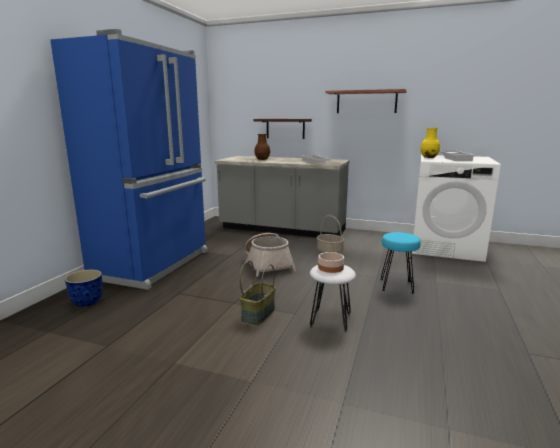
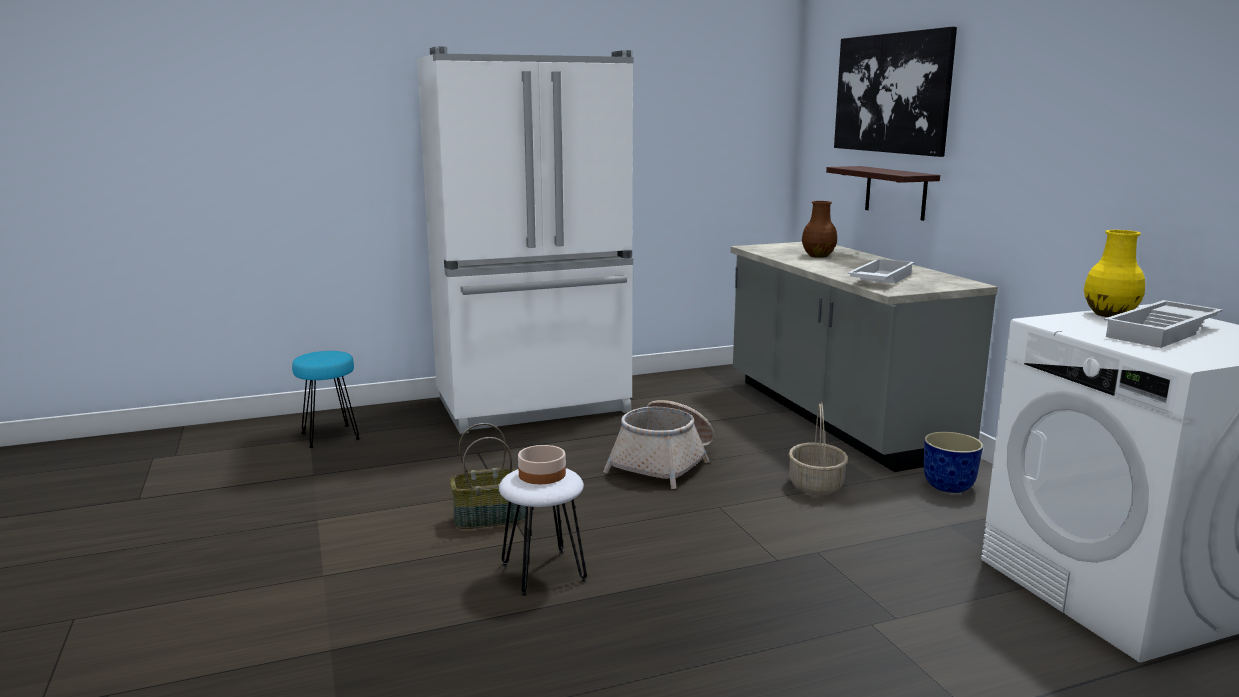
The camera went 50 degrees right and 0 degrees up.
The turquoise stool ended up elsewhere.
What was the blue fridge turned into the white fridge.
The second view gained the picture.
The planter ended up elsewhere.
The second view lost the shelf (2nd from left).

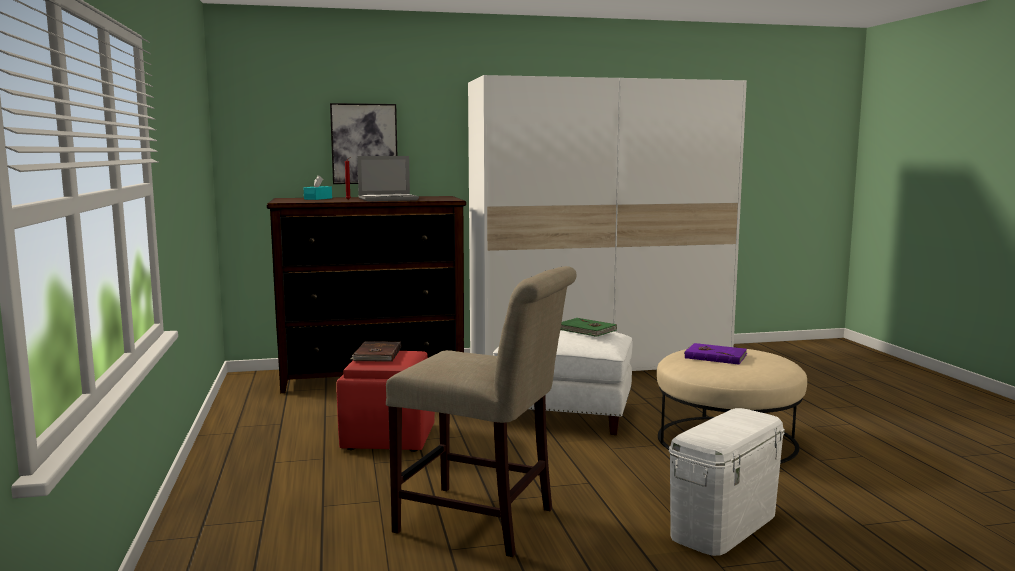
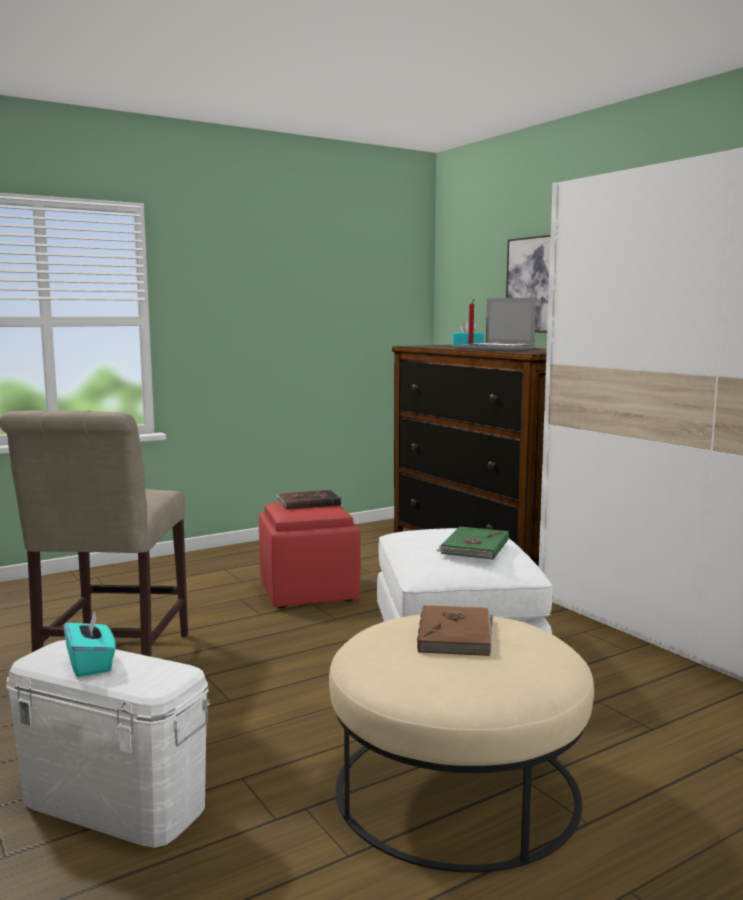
The camera went 70 degrees right and 0 degrees up.
The second view gained the turquoise tissue box (1st from left).
What was the purple book turned into the brown book (2nd from left).

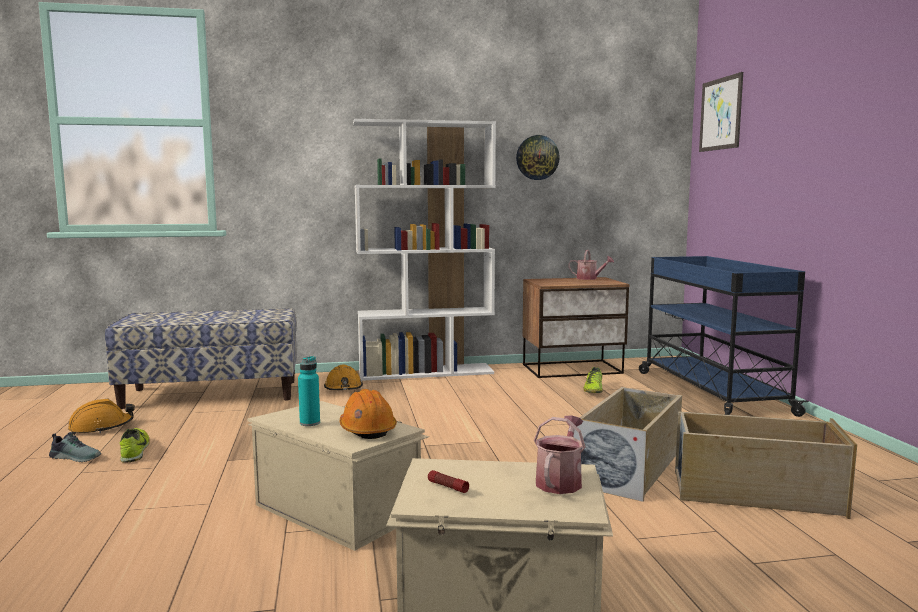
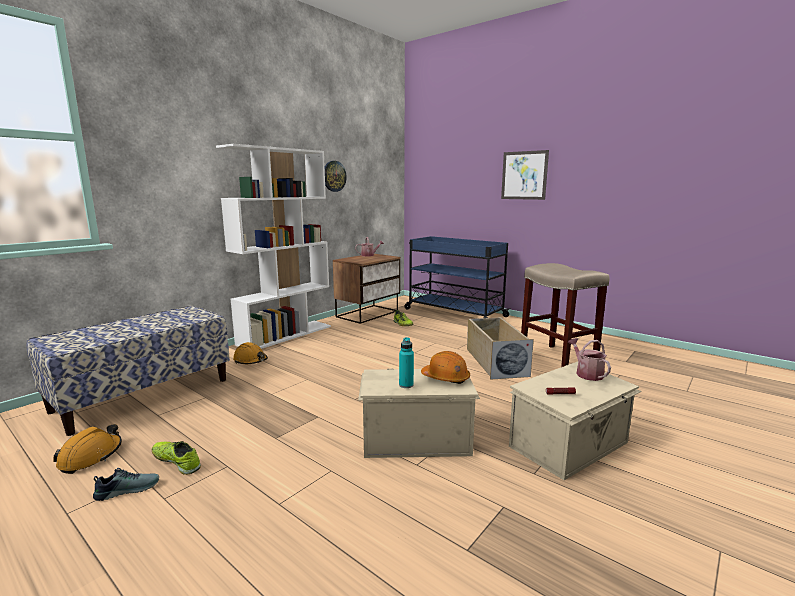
The camera went 40 degrees left and 5 degrees up.
The picture ended up elsewhere.
Where the beige storage box (4th from left) stood, the beige stool came to stand.

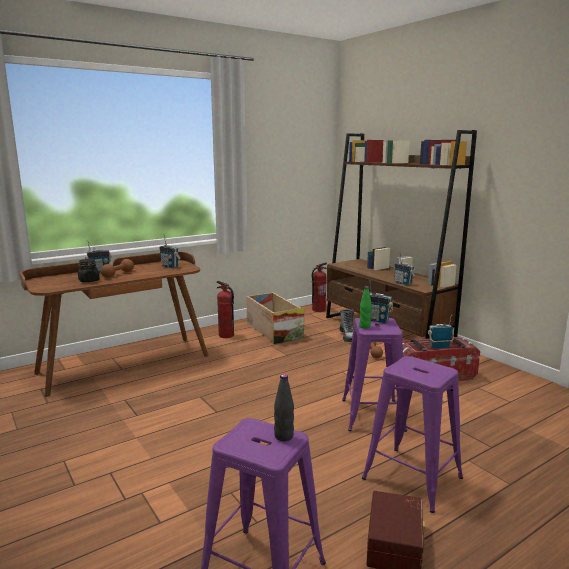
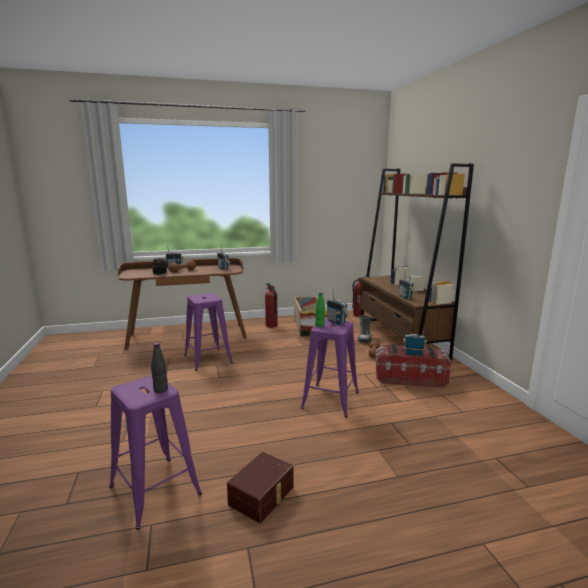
The camera went 20 degrees right and 0 degrees up.
The purple stool (3rd from left in the first image) ended up elsewhere.

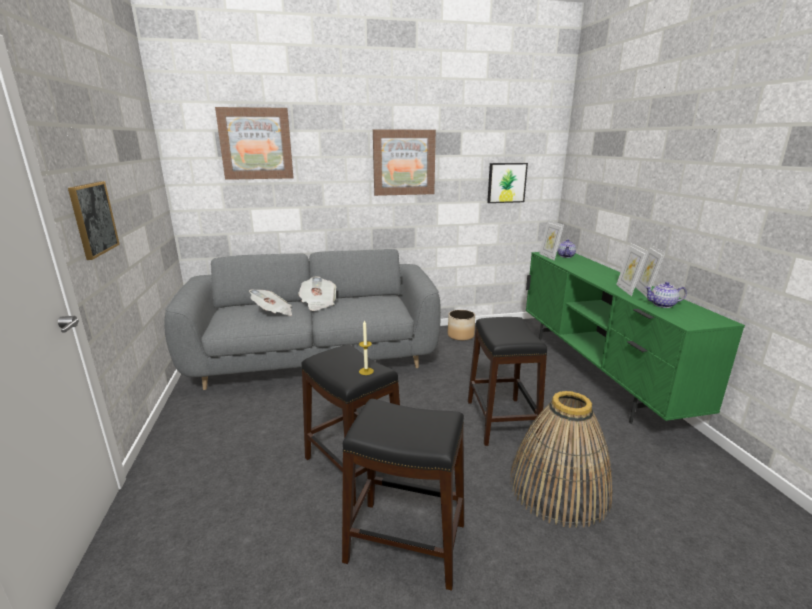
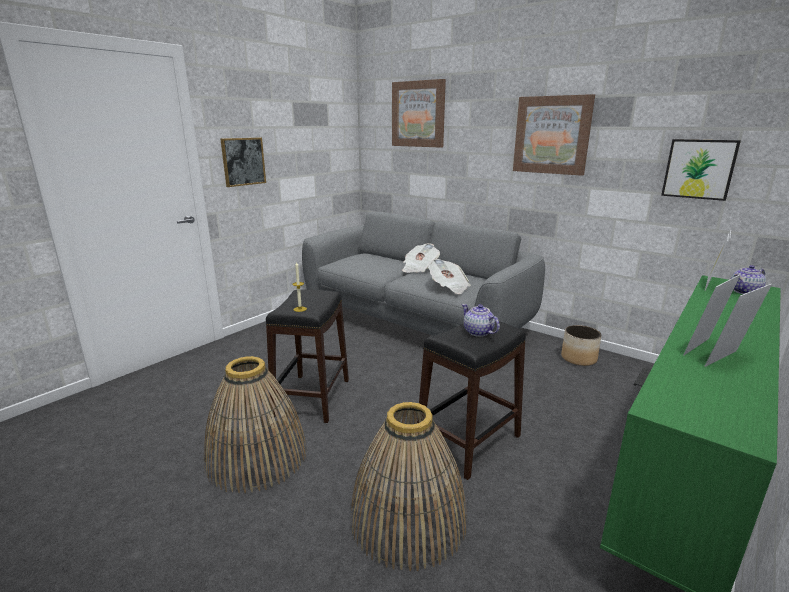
The camera went 50 degrees right and 0 degrees up.
Where the black stool (2nd from left) stood, the basket (1st from left) came to stand.
The newspaper (1st from left in the first image) ended up elsewhere.
The teapot (2nd from left in the first image) ended up elsewhere.

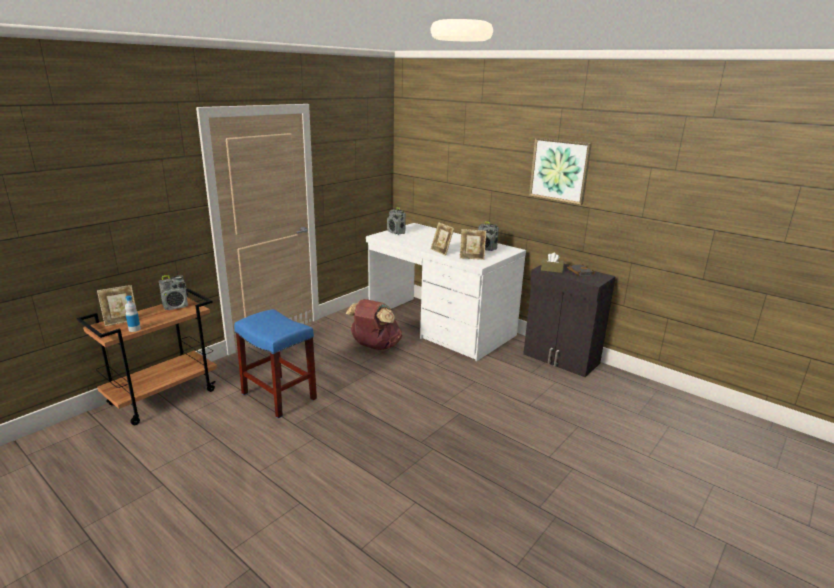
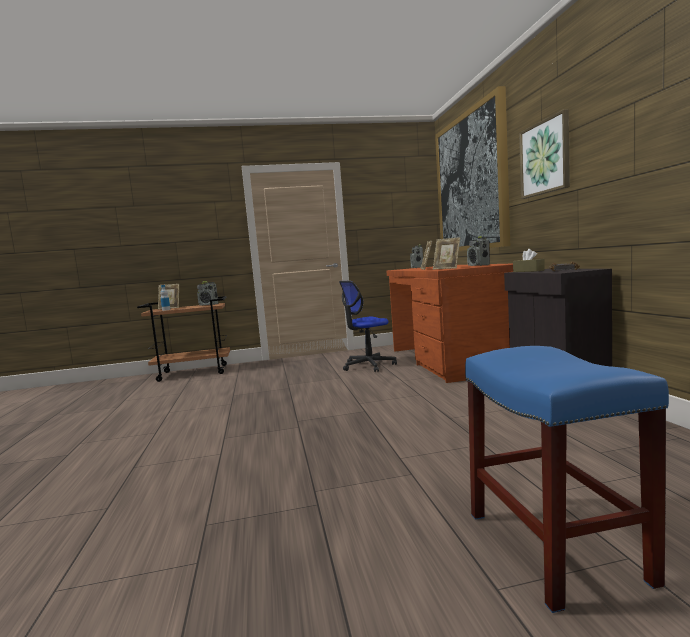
The camera went 40 degrees right and 15 degrees down.
Where the brown backpack stood, the office chair came to stand.
What was the white desk turned into the brown desk.
The second view gained the picture (1st from left).
The blue stool ended up elsewhere.

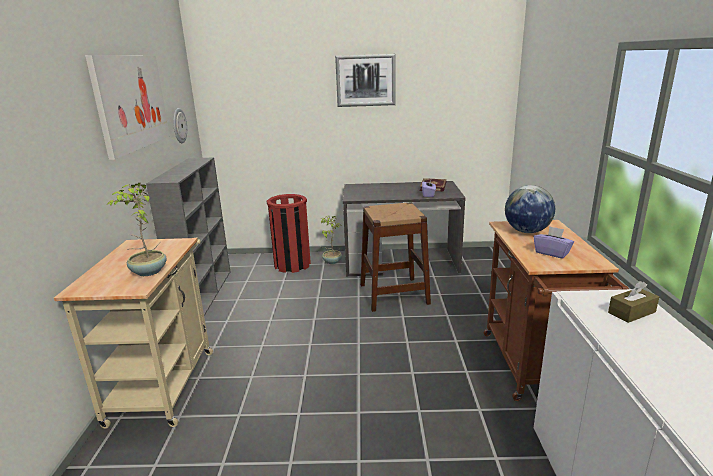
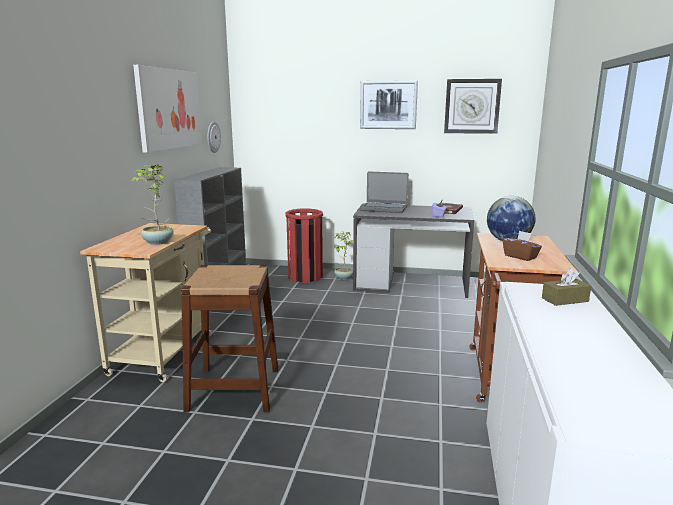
The camera went 10 degrees right and 5 degrees down.
The brown stool ended up elsewhere.
The second view gained the laptop.
The second view gained the wall clock (2nd from left).
What was the purple tissue box (2nd from left) turned into the brown tissue box (1st from left).

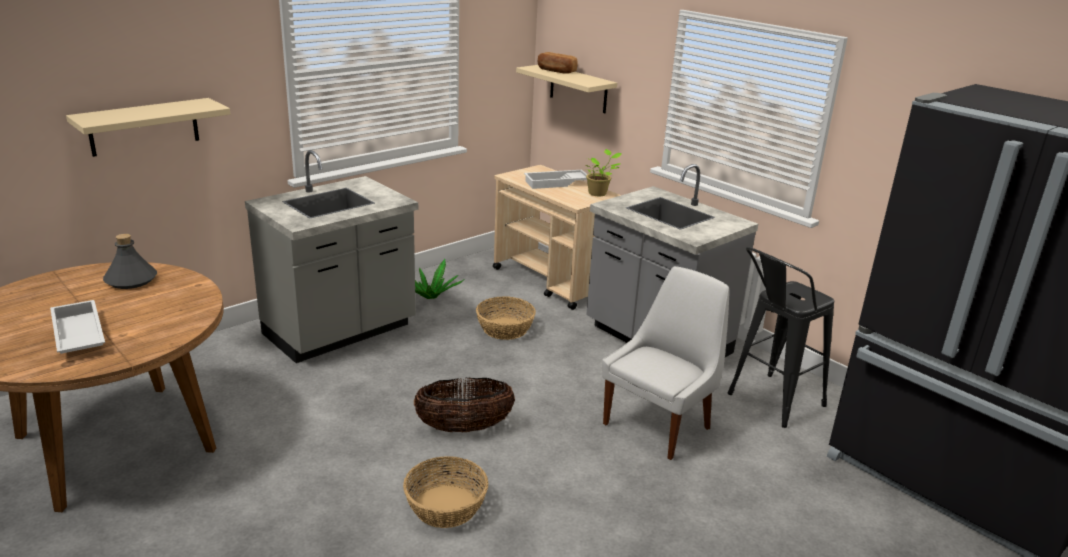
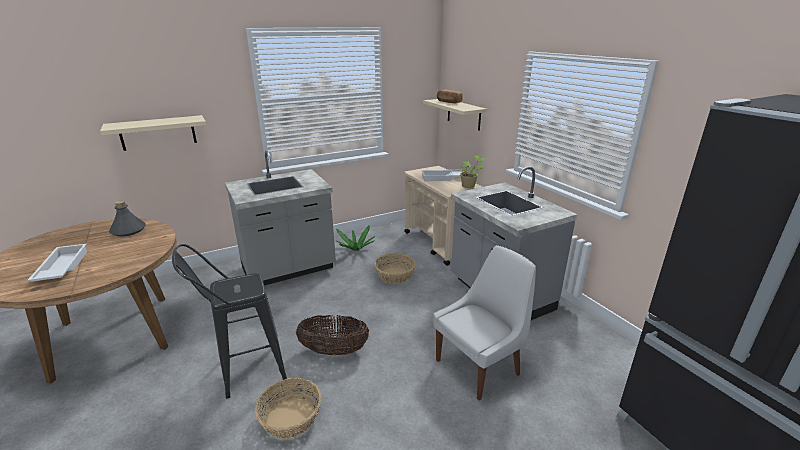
The camera went 15 degrees right and 0 degrees up.
The black stool ended up elsewhere.

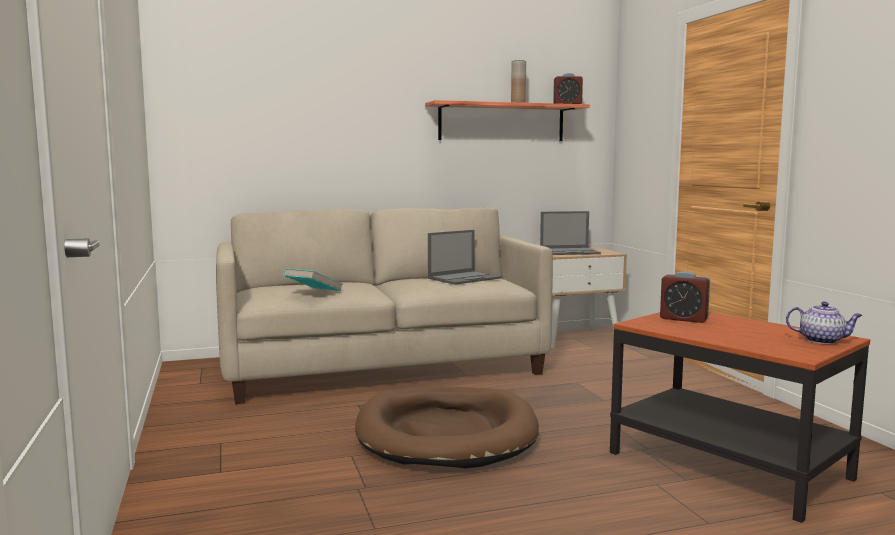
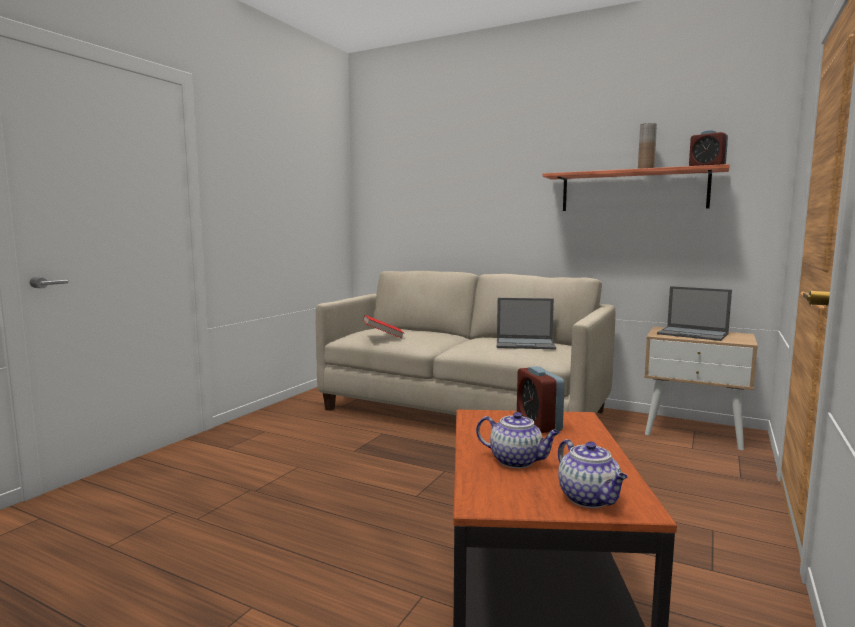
The camera went 45 degrees right and 0 degrees up.
What was the turquoise book turned into the red book.
The second view gained the teapot (1st from left).
The second view lost the brown dog bed.

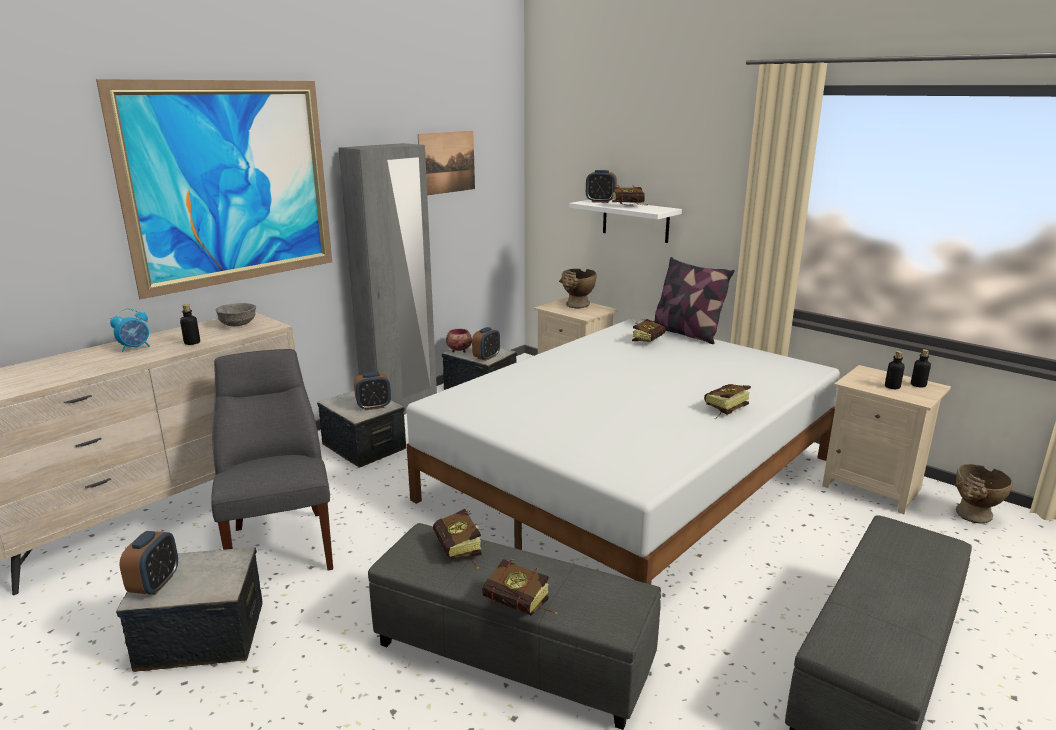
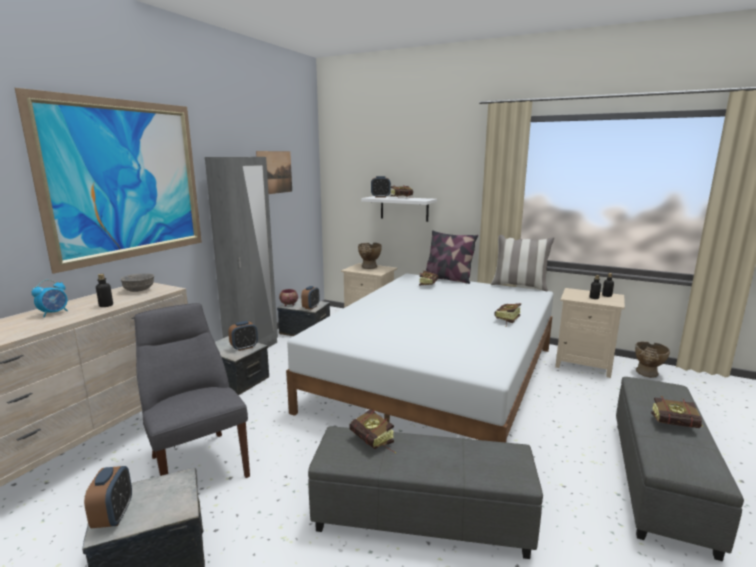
The camera went 15 degrees left and 5 degrees down.
The second view gained the pillow (2nd from left).
The book (2nd from left in the first image) ended up elsewhere.

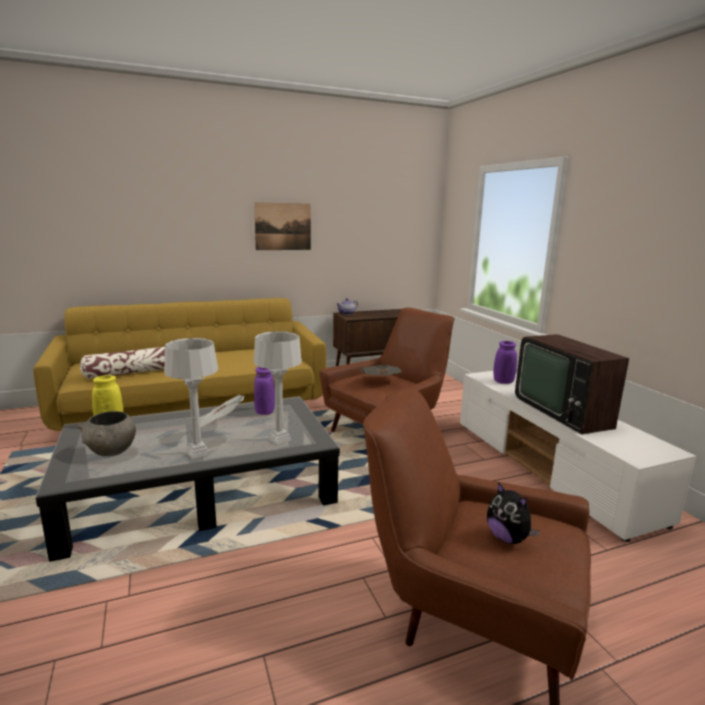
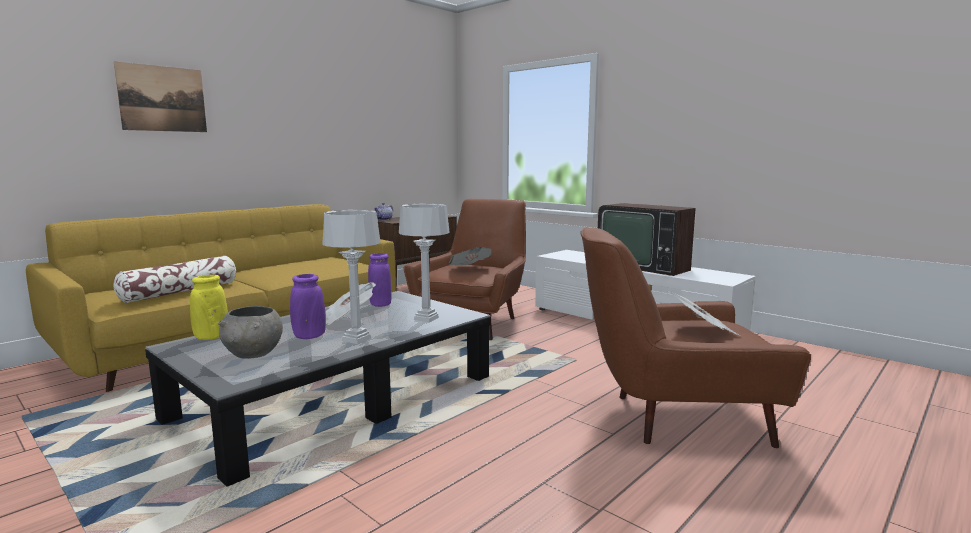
The camera went 25 degrees left and 5 degrees down.
The picture ended up elsewhere.
The purple vase (2nd from left in the first image) ended up elsewhere.
Where the plush toy stood, the newspaper (3rd from left) came to stand.

